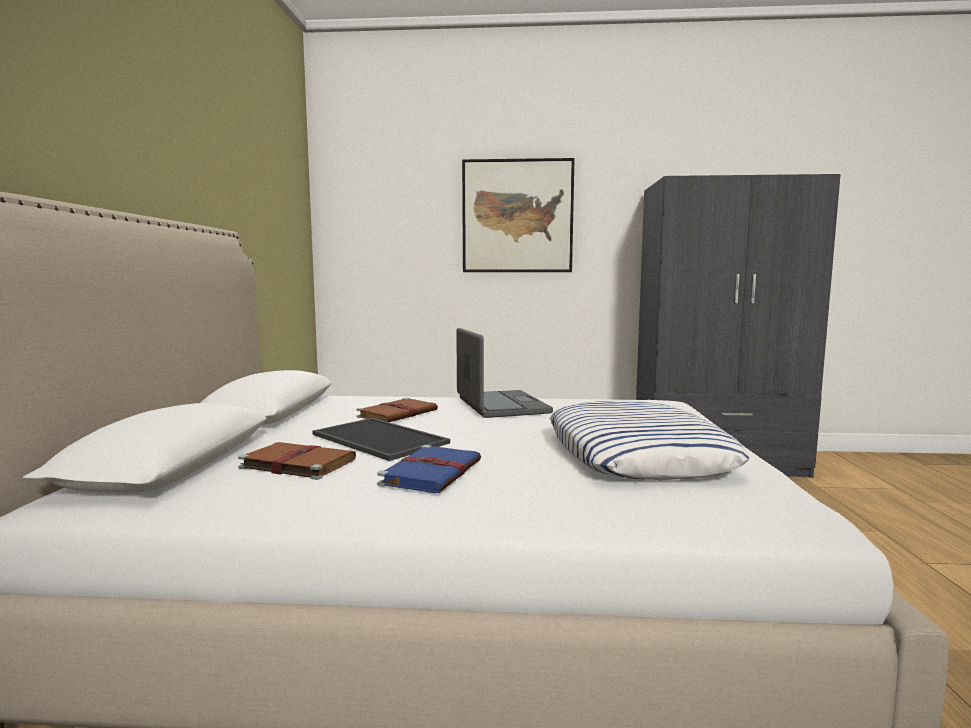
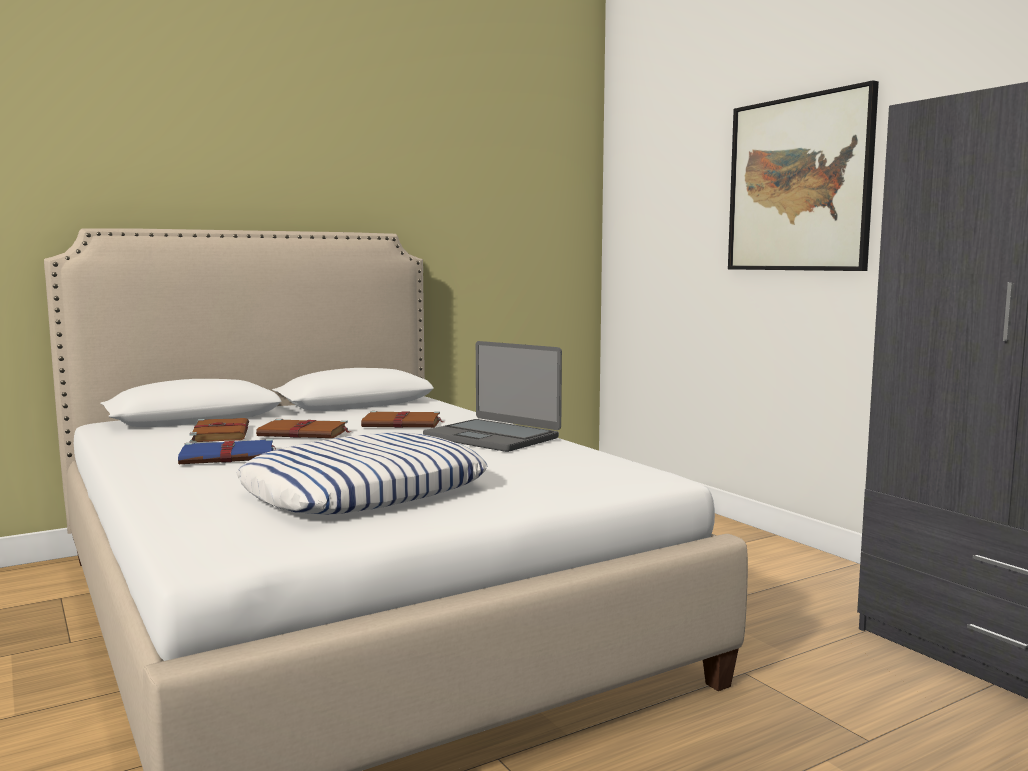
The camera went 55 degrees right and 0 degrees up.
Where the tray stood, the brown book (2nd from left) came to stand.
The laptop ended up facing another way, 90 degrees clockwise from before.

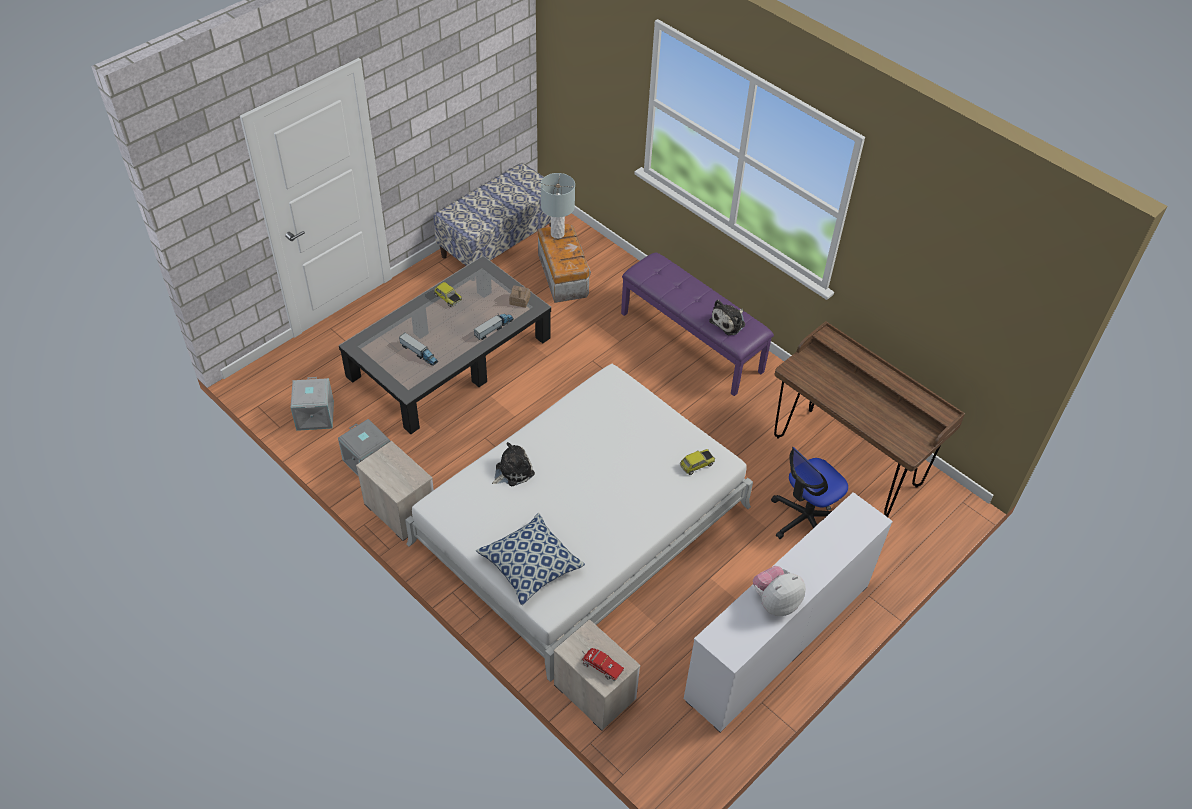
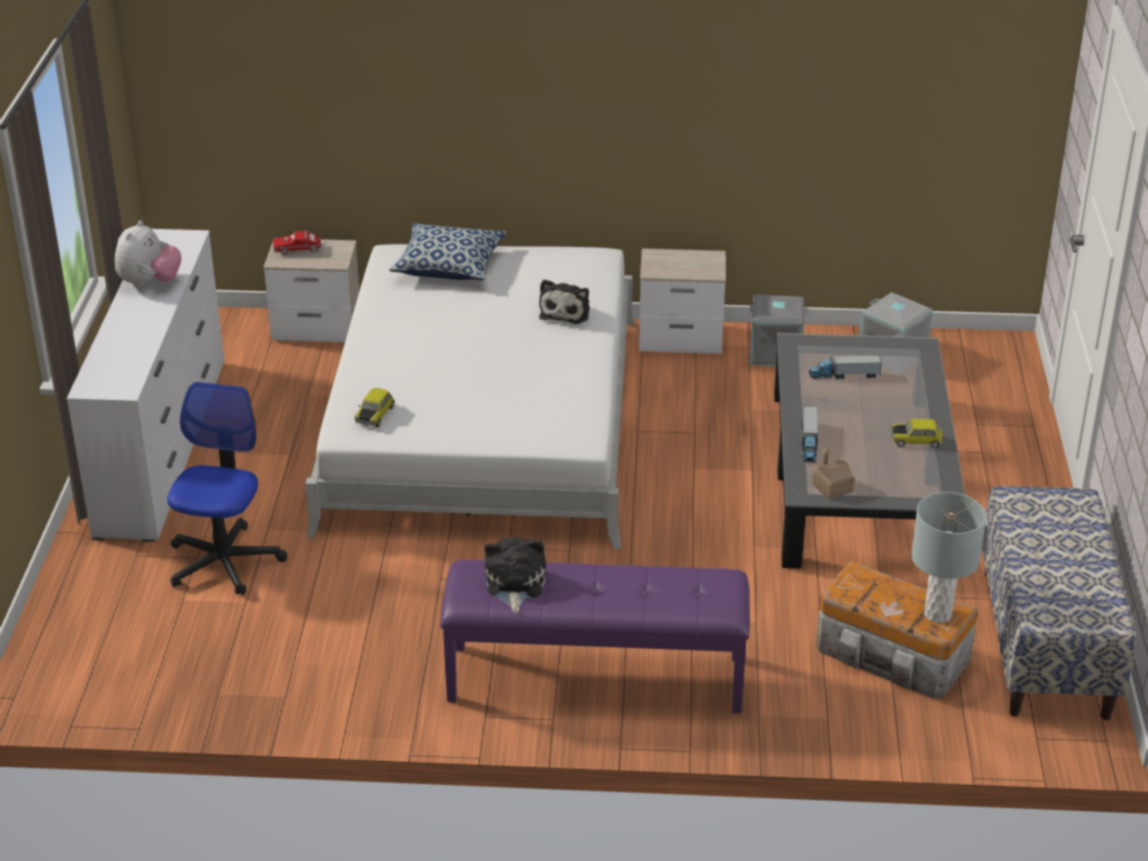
The camera went 140 degrees right and 15 degrees down.
The second view lost the brown desk.

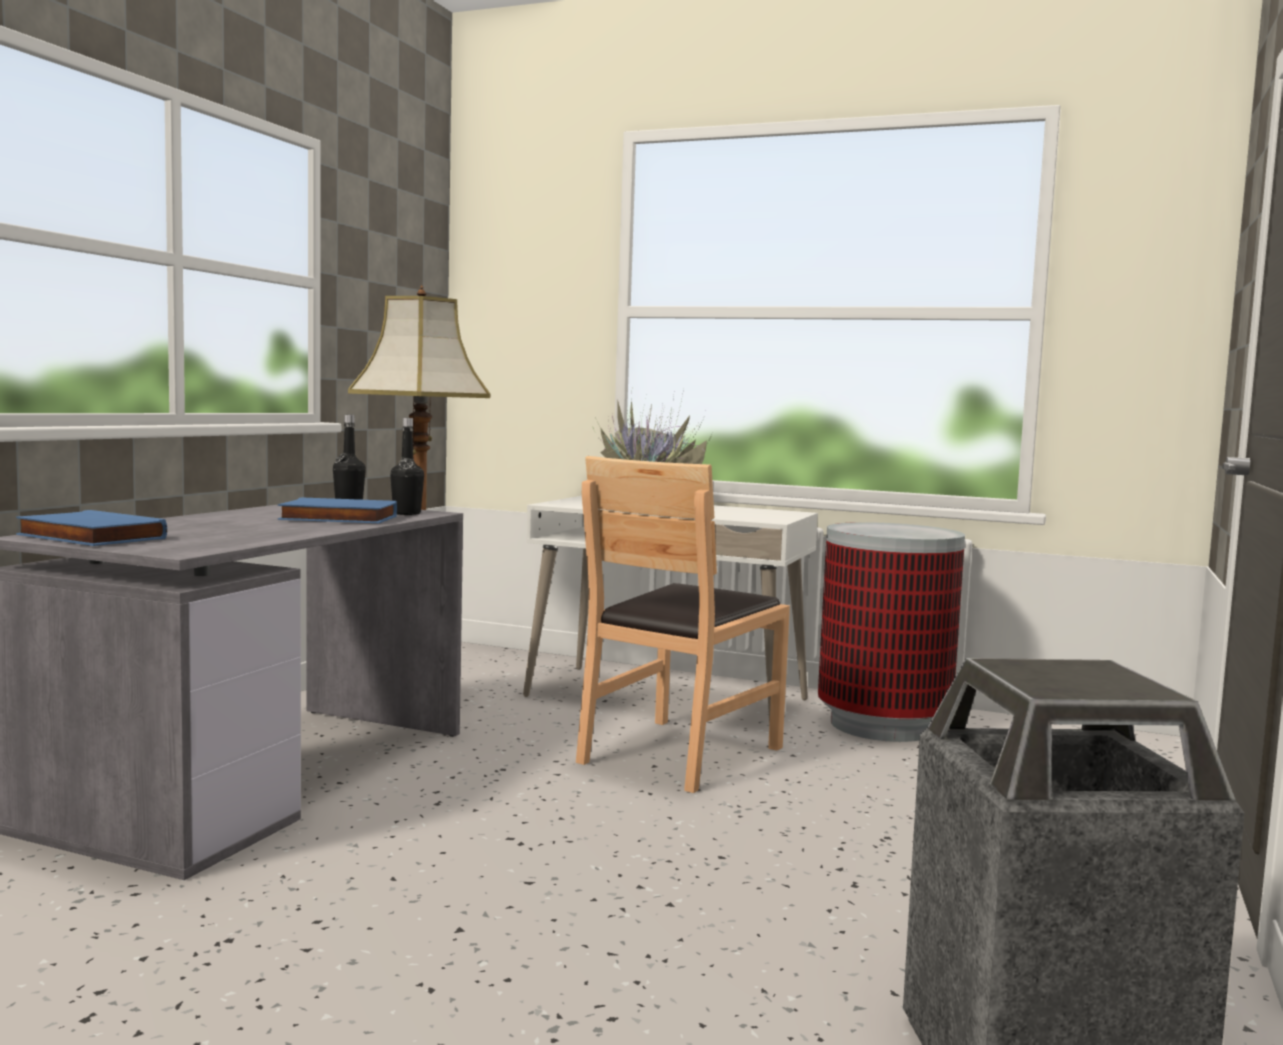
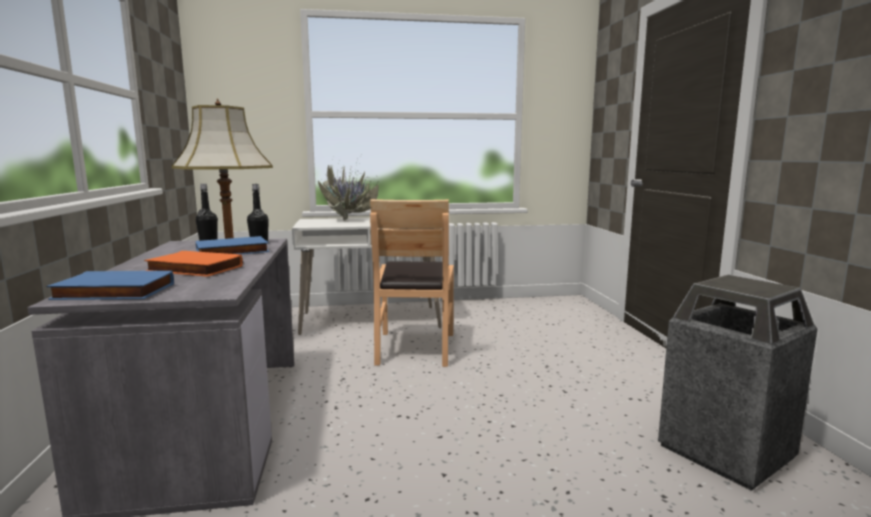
The camera went 30 degrees left and 5 degrees up.
The second view gained the orange book.
The second view lost the trash can (1st from left).

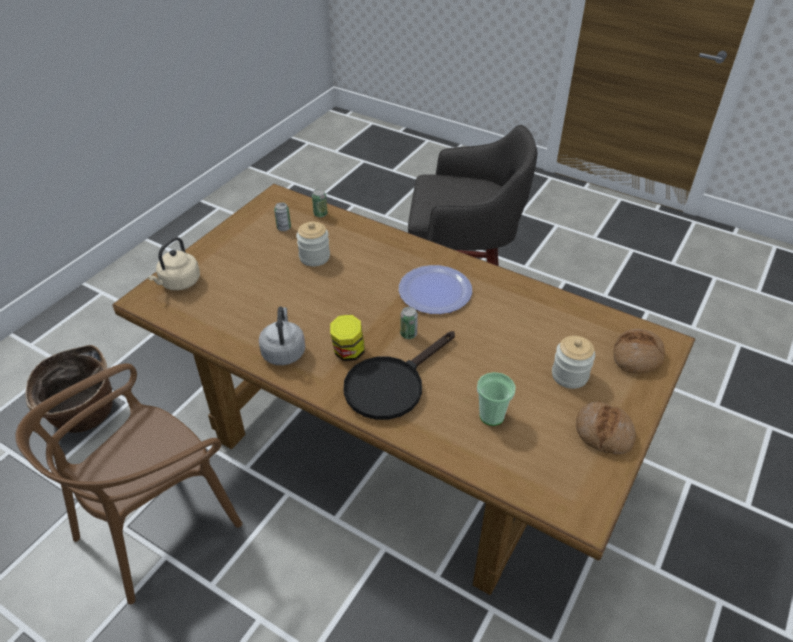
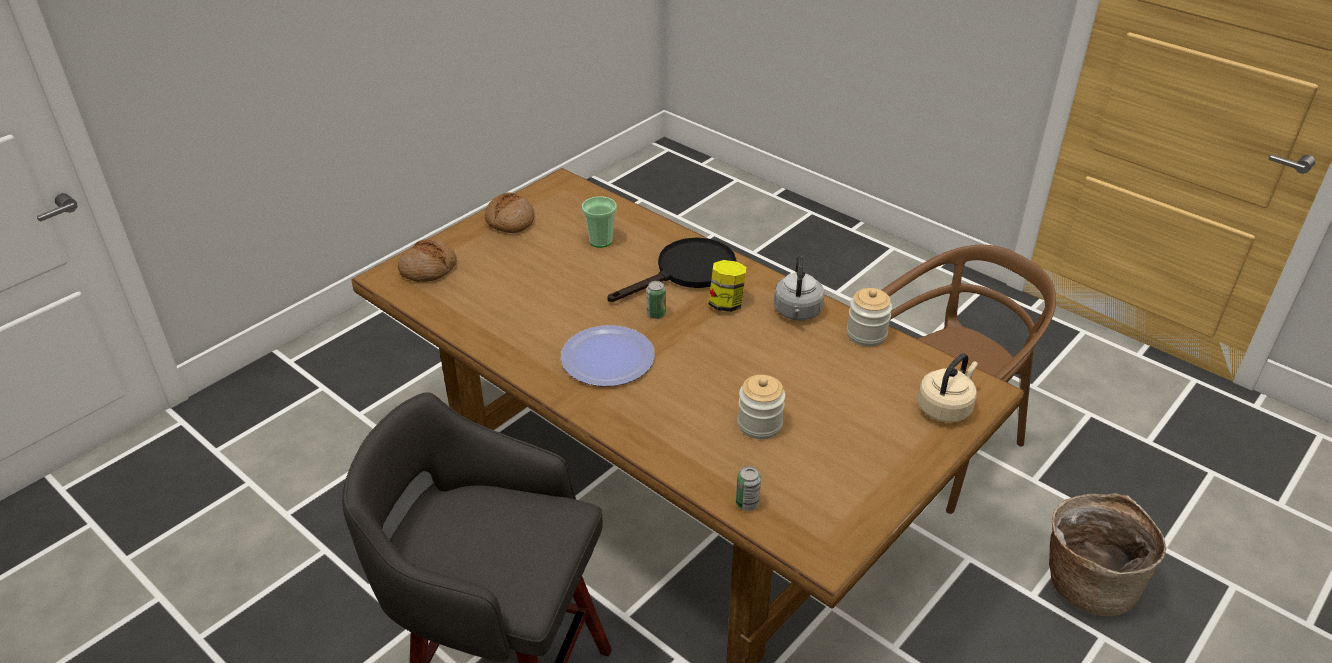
The camera went 170 degrees left and 5 degrees down.
The jar (3rd from left) ended up elsewhere.
The second view lost the can (1st from left).

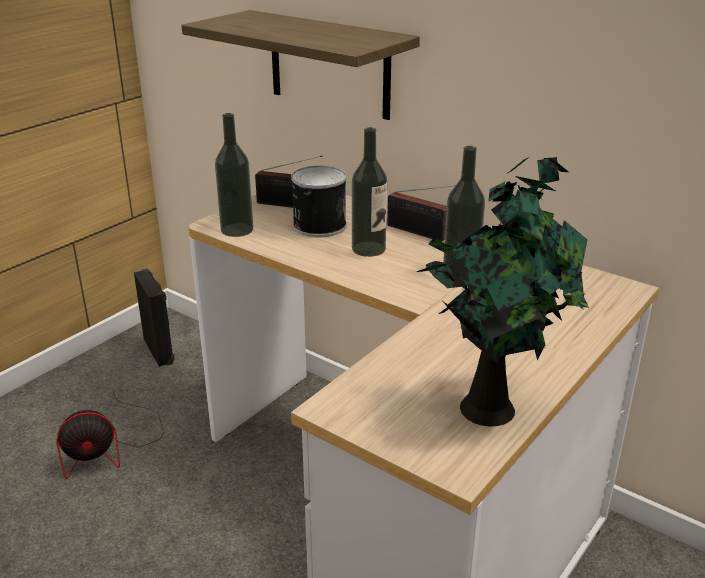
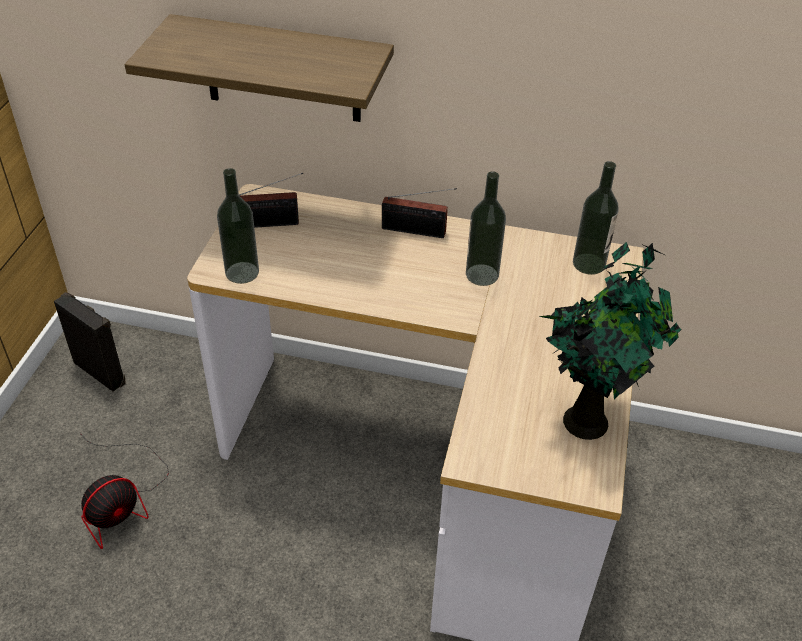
The camera went 25 degrees left and 15 degrees up.
The bottle (2nd from left in the first image) ended up elsewhere.
The second view lost the can.

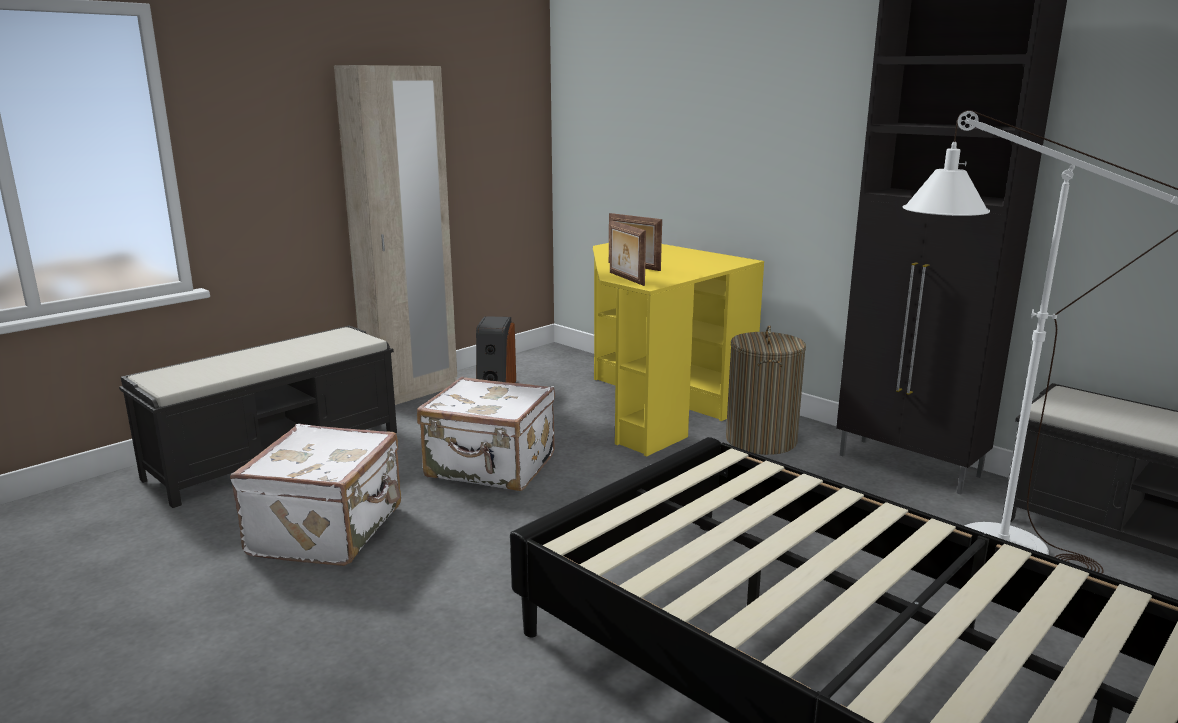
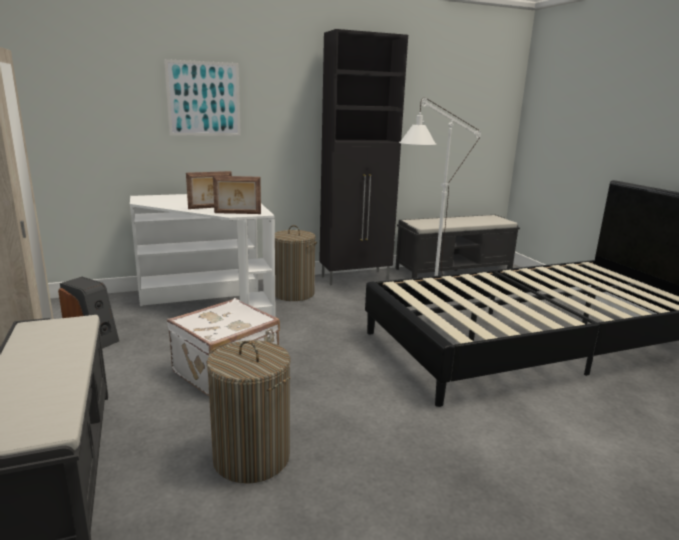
The camera went 65 degrees left and 0 degrees up.
What was the yellow desk turned into the white desk.
The second view gained the picture.
Where the white suitcase (1st from left) stood, the laundry basket (1st from left) came to stand.

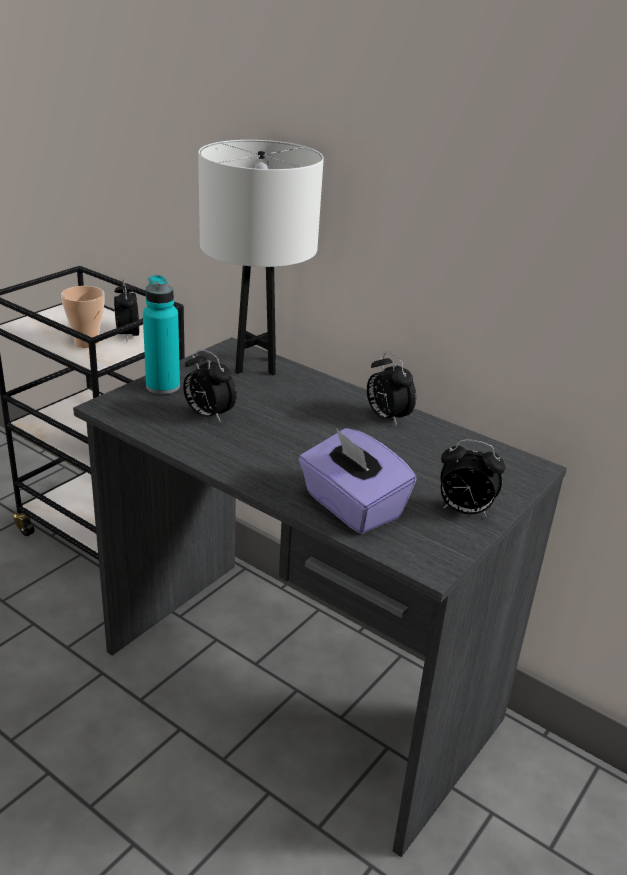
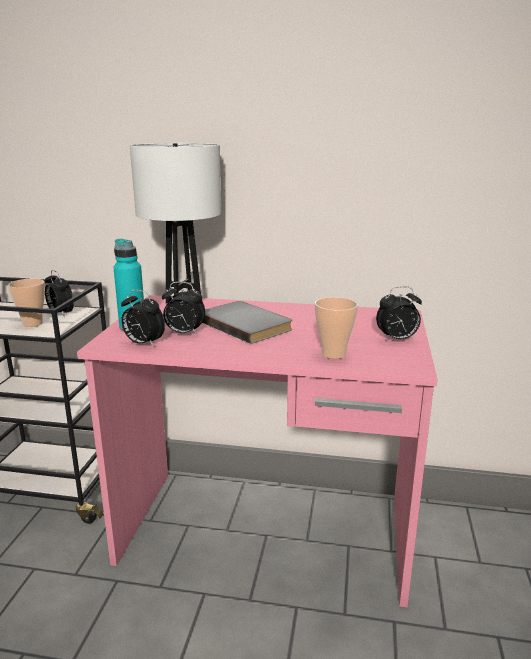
The camera went 25 degrees left and 10 degrees down.
What was the grey desk turned into the pink desk.
The alarm clock (3rd from left in the first image) ended up elsewhere.
The second view gained the grey book.
Where the purple tissue box stood, the cup (2nd from left) came to stand.

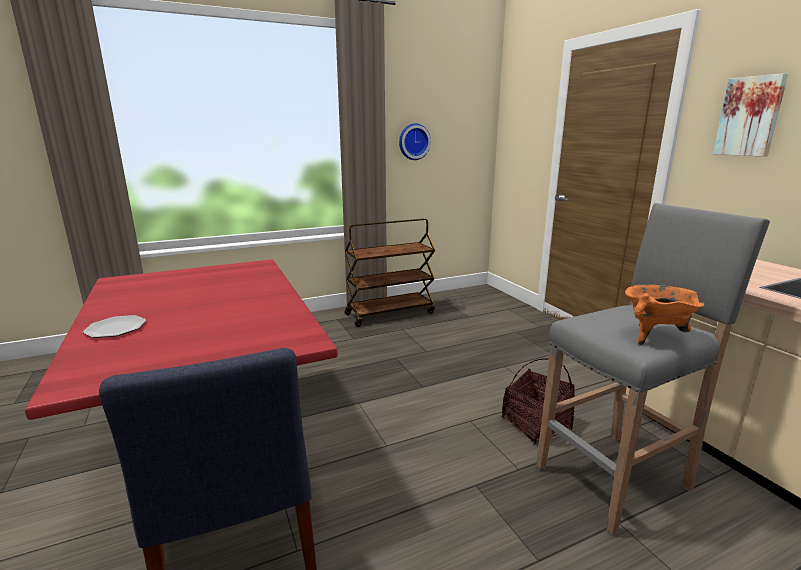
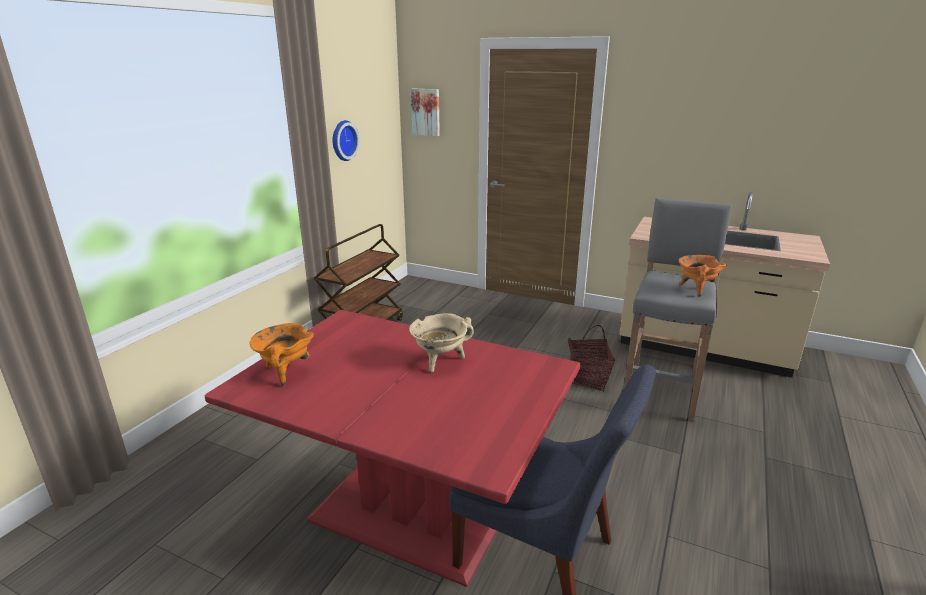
The camera went 40 degrees left and 5 degrees up.
The second view gained the orange cooking pot (1st from left).
The second view gained the beige cooking pot.
The picture ended up elsewhere.
The second view lost the plate.

